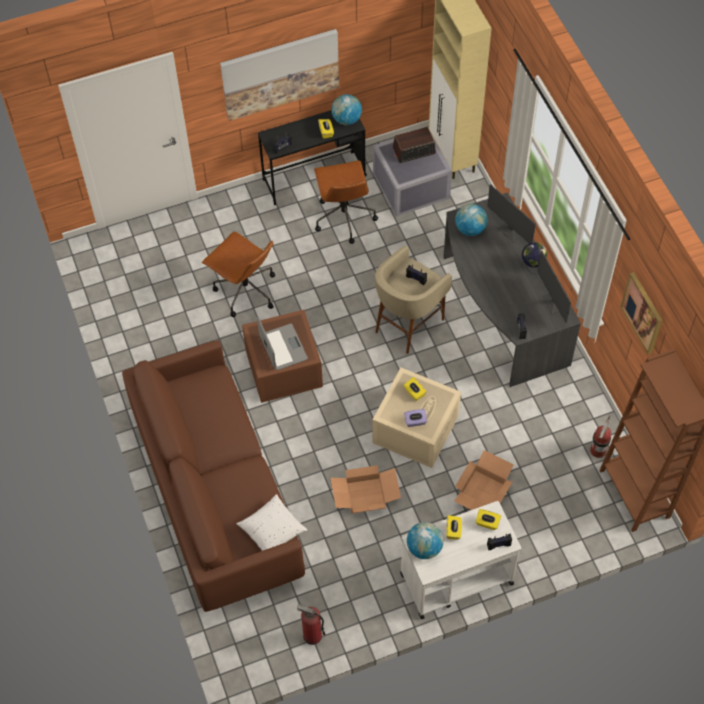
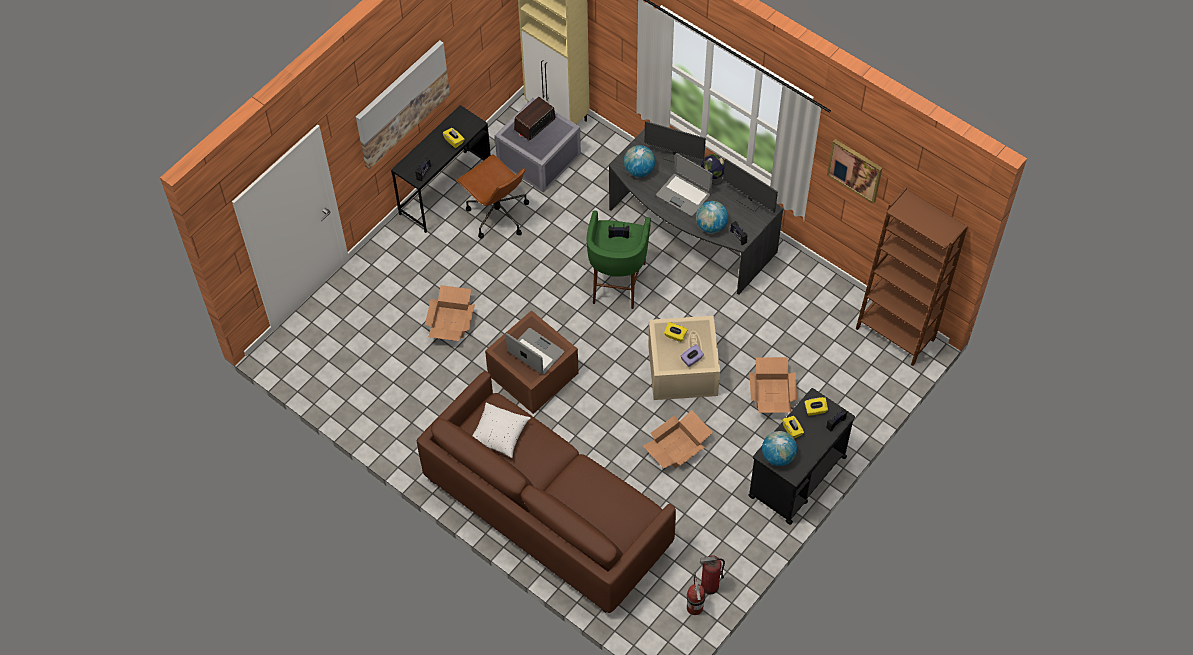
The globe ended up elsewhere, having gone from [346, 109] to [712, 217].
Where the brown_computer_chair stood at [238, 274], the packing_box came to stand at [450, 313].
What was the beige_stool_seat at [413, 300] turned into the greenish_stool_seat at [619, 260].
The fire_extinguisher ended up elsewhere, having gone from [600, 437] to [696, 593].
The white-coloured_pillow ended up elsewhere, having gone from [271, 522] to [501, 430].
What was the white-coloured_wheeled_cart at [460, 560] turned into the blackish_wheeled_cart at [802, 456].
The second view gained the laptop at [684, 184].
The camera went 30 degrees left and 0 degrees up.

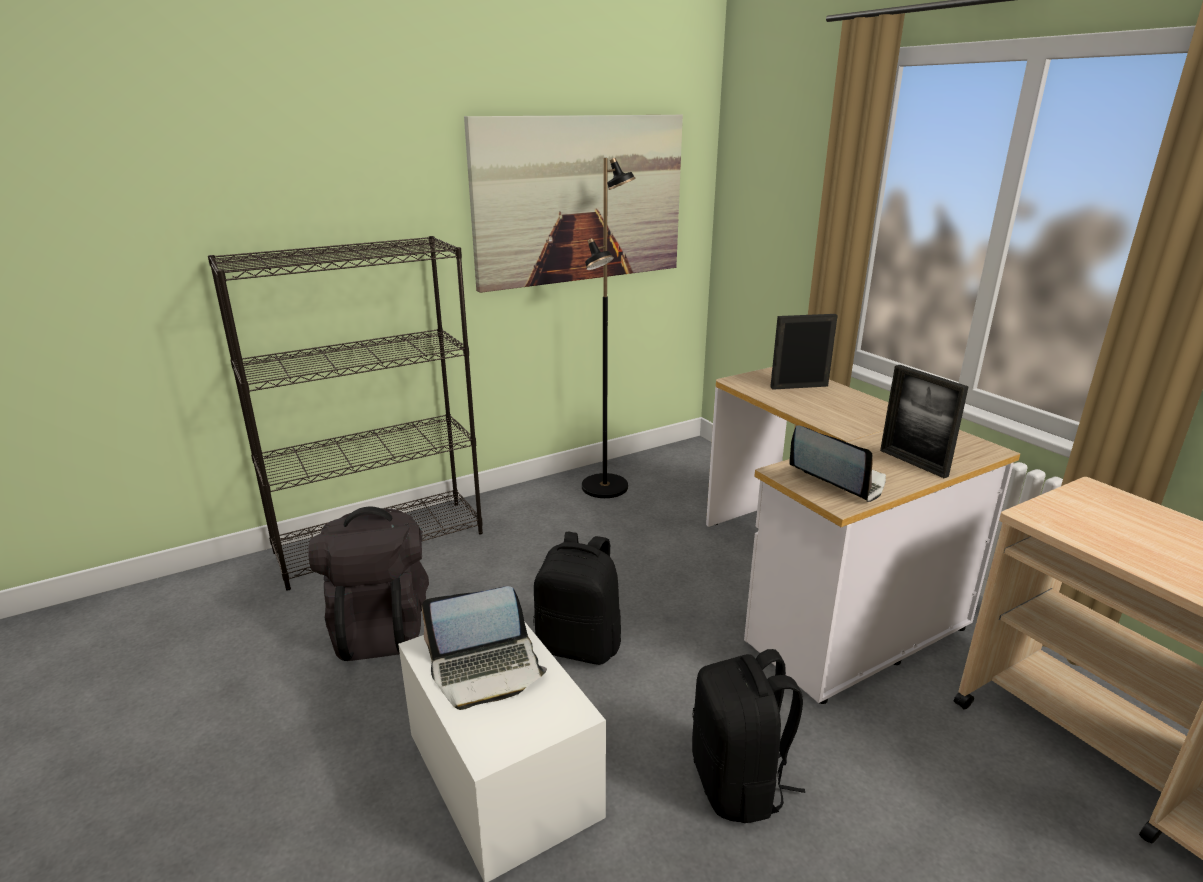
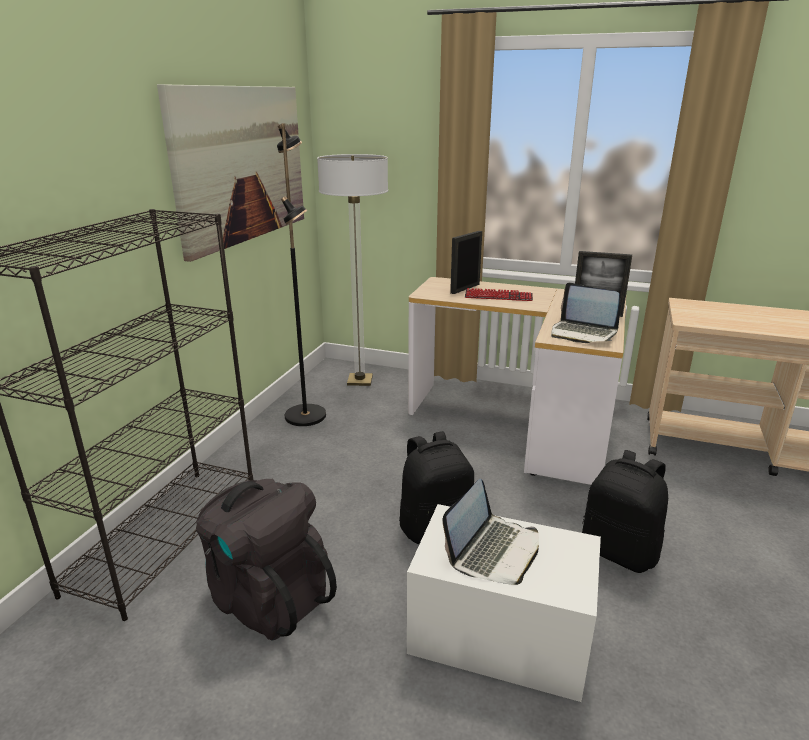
The laptop at [837, 463] ended up facing another way, 150 degrees counterclockwise from before.
The second view gained the standing_lamp at [352, 270].
The second view gained the PC_keyboard at [499, 294].
The camera went 40 degrees left and 0 degrees up.

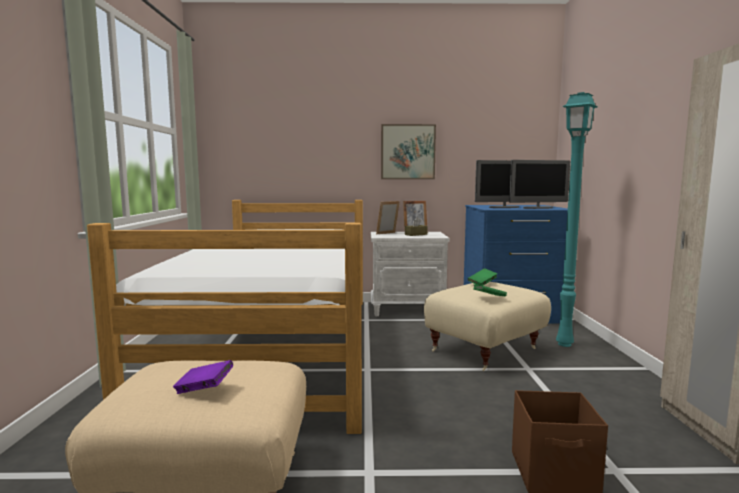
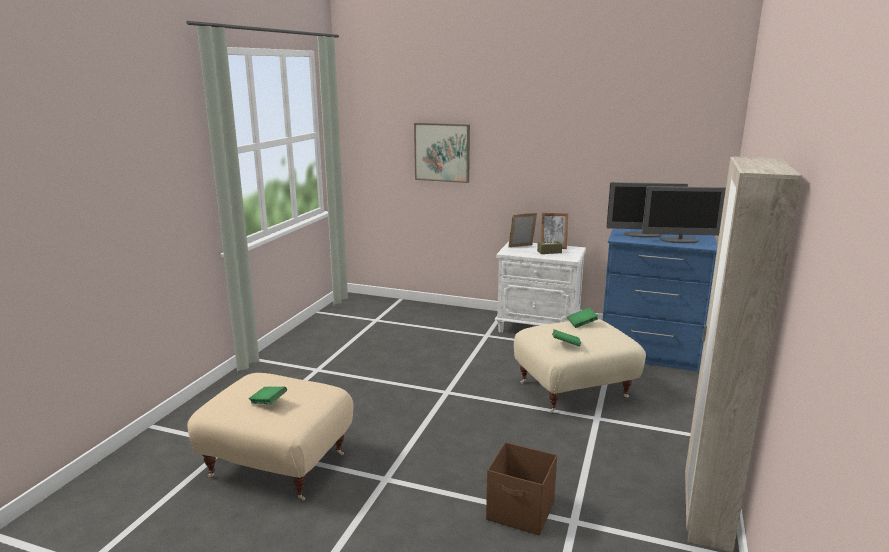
The second view lost the blue-green_standing_lamp at [577, 219].
The wall_art ended up elsewhere, having gone from [408, 151] to [442, 153].
The second view lost the sleeping_bed at [225, 317].
What was the purplish_volume at [203, 377] turned into the greenish_volume at [268, 395].
The camera went 20 degrees right and 10 degrees up.

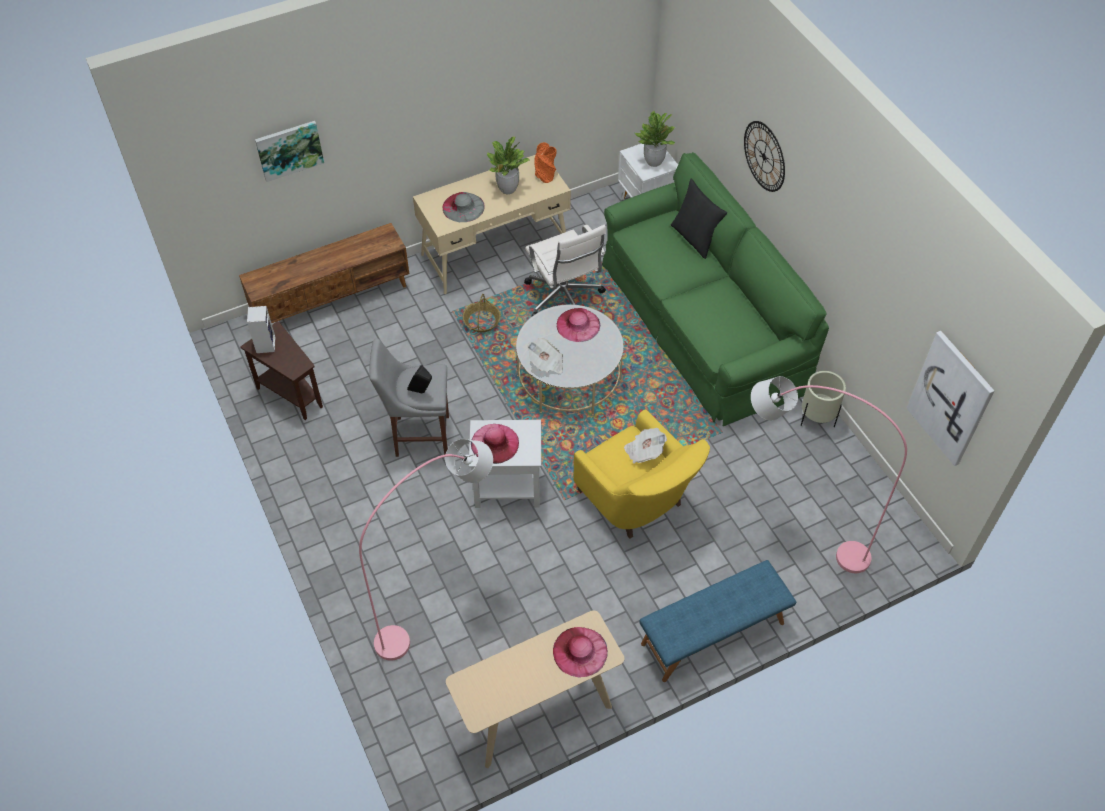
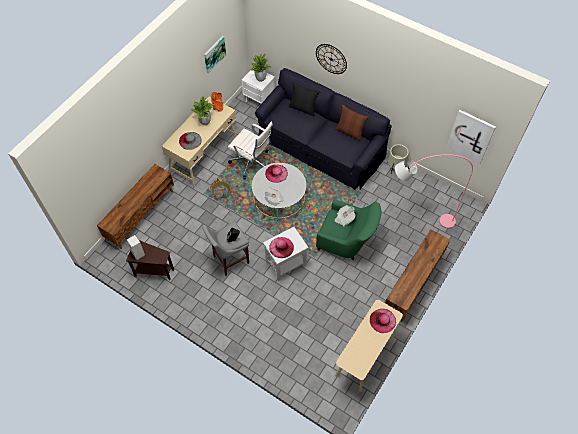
The wall_art ended up elsewhere, having gone from [289, 151] to [215, 55].
What was the greenish_settee at [715, 289] turned into the blackish_settee at [323, 129].
What was the yellowish_lounge_chair at [642, 474] turned into the greenish_lounge_chair at [348, 229].
The second view lost the pink_standing_lamp at [426, 550].
Where the blue_long_seat stood at [718, 621], the brown_tv_stand came to stand at [418, 275].
The second view gained the brown_pillow at [352, 123].
The camera went 30 degrees left and 5 degrees up.

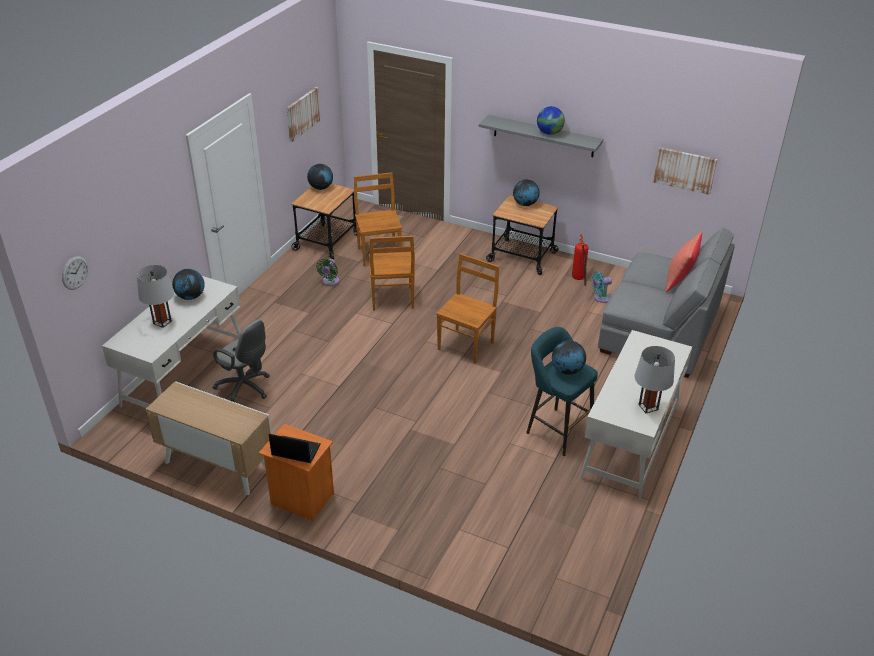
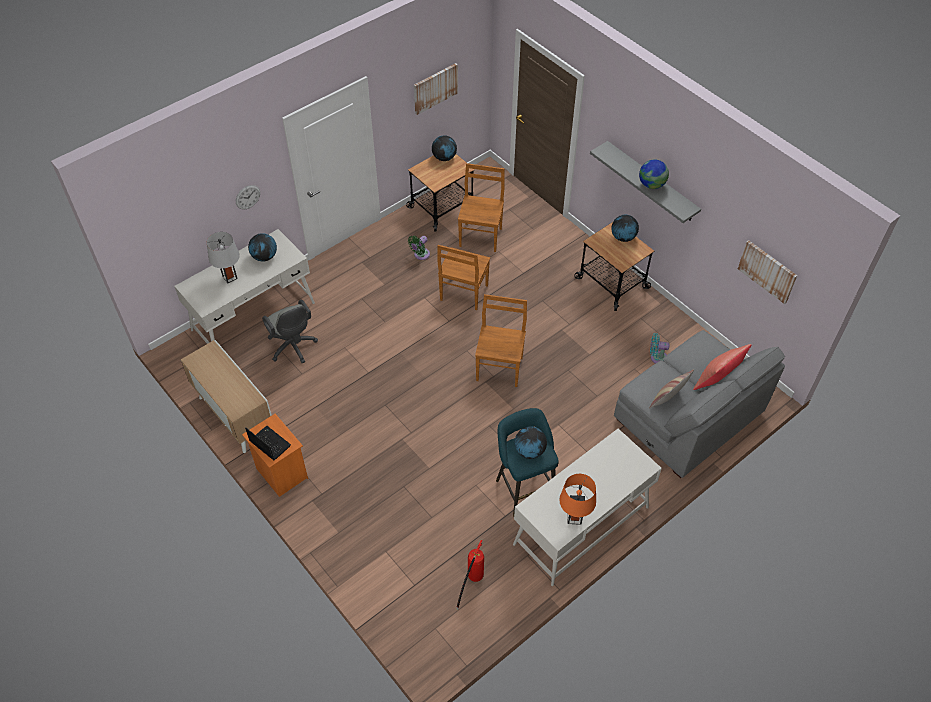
The fire_extinguisher ended up elsewhere, having gone from [580, 261] to [470, 575].
The brown_chair at [467, 309] ended up facing another way, 45 degrees counterclockwise from before.
The wall_clock ended up elsewhere, having gone from [75, 273] to [248, 197].
What was the grey_lamp_for_a_table at [655, 379] turned into the orange-coloured_lamp_for_a_table at [577, 499].
The second view gained the pillow at [671, 389].
The camera went 25 degrees right and 15 degrees up.

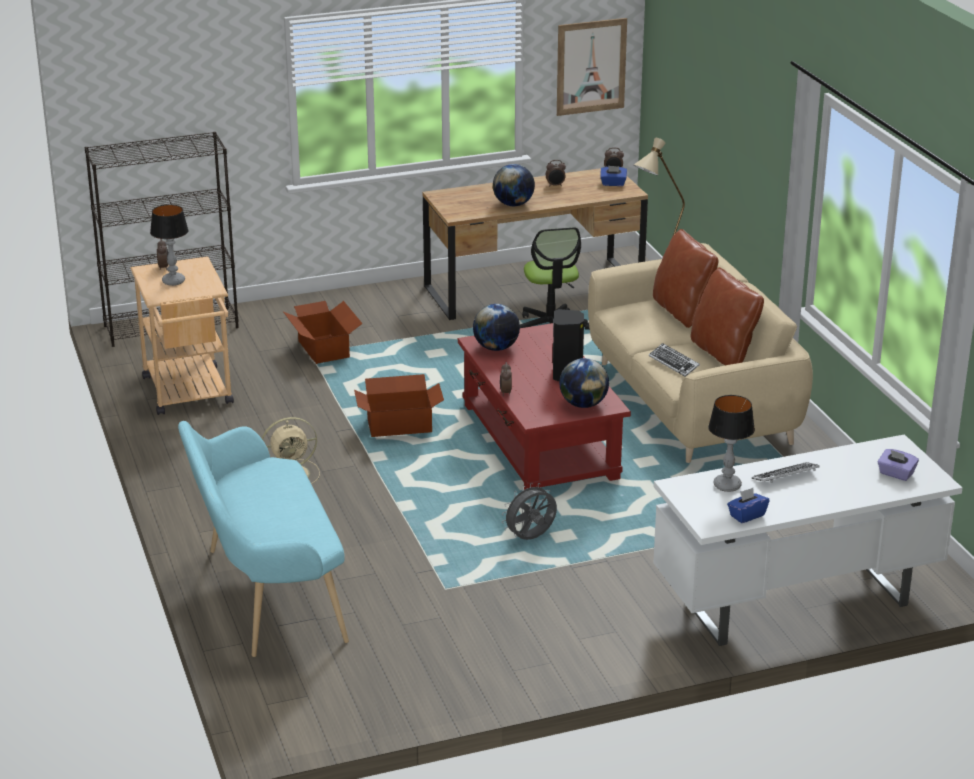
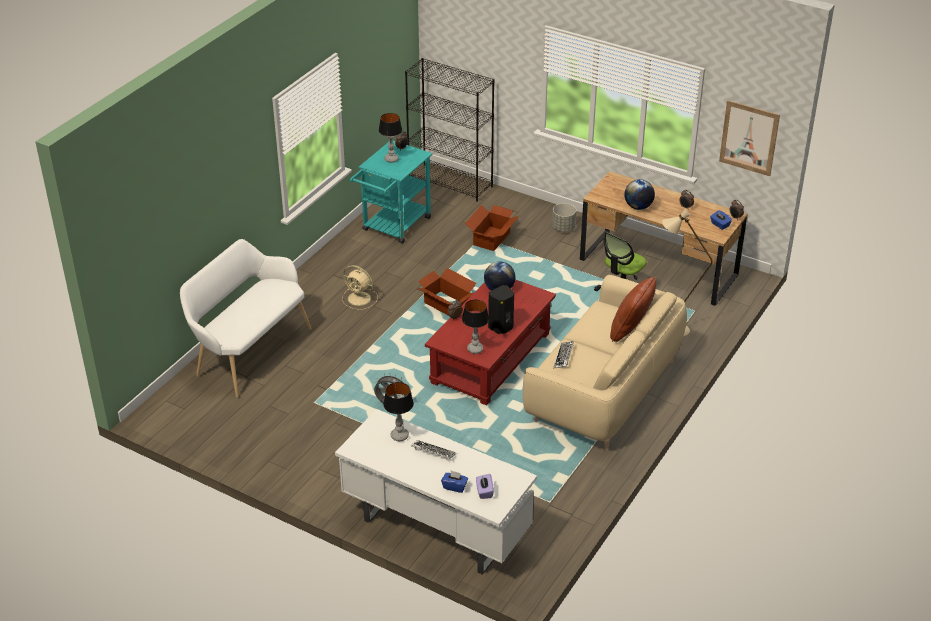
What was the beige_wheeled_cart at [182, 335] turned into the blue-green_wheeled_cart at [391, 192].
The second view lost the brown_pillow at [727, 316].
Where the globe stood at [584, 383], the lamp_for_a_table came to stand at [475, 326].
What was the blue-green_long_seat at [263, 539] turned into the white-coloured_long_seat at [246, 318].
The blue_box_of_tissues ended up elsewhere, having gone from [748, 505] to [454, 482].
The second view gained the grey_flower_pot at [564, 217].
The camera went 50 degrees right and 10 degrees up.

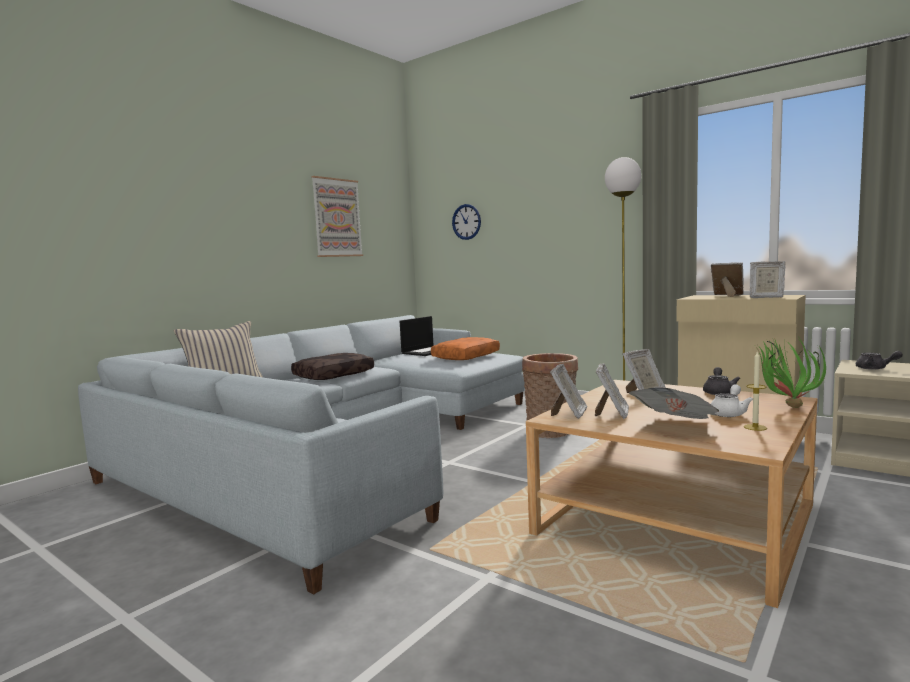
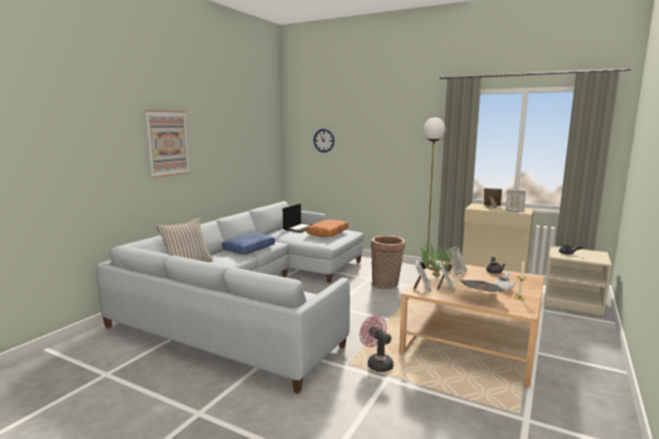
The wall_art ended up elsewhere, having gone from [337, 216] to [167, 144].
The houseplant ended up elsewhere, having gone from [790, 373] to [435, 259].
What was the brown_pillow at [332, 366] turned into the blue_pillow at [248, 243].
The second view gained the pink_electric_fan at [376, 343].
The camera went 10 degrees left and 5 degrees up.

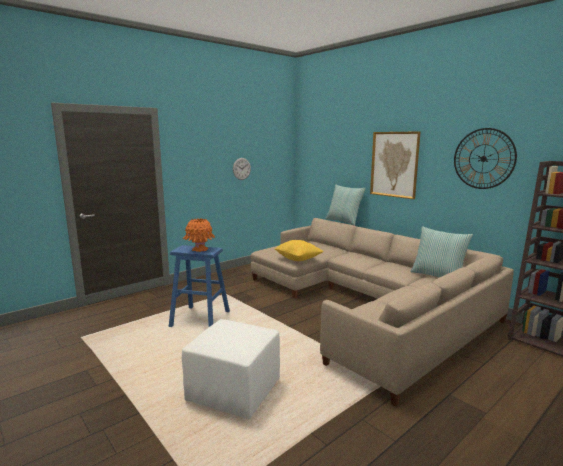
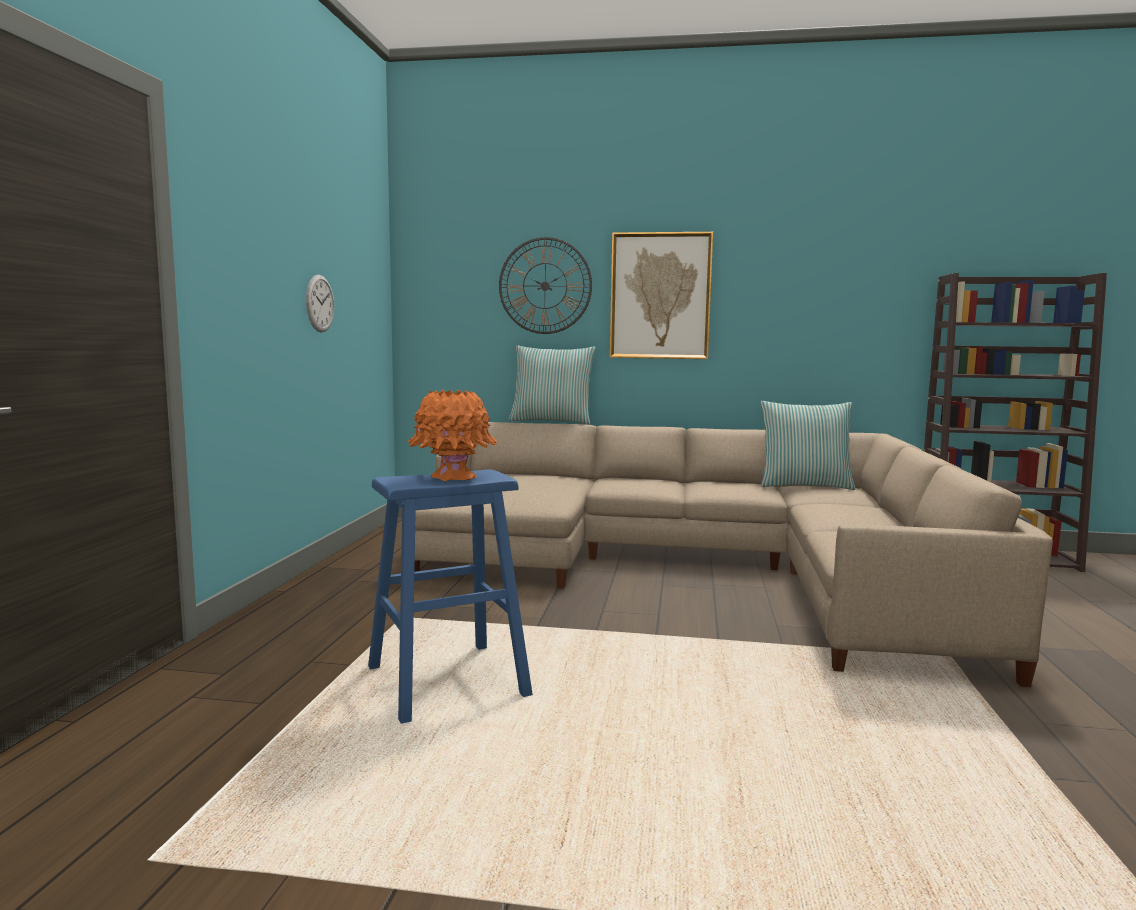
The wall_clock ended up elsewhere, having gone from [485, 158] to [545, 285].
The second view lost the yellowish_pillow at [299, 250].
The second view lost the white-coloured_ottoman at [231, 369].
The camera went 40 degrees left and 5 degrees down.

